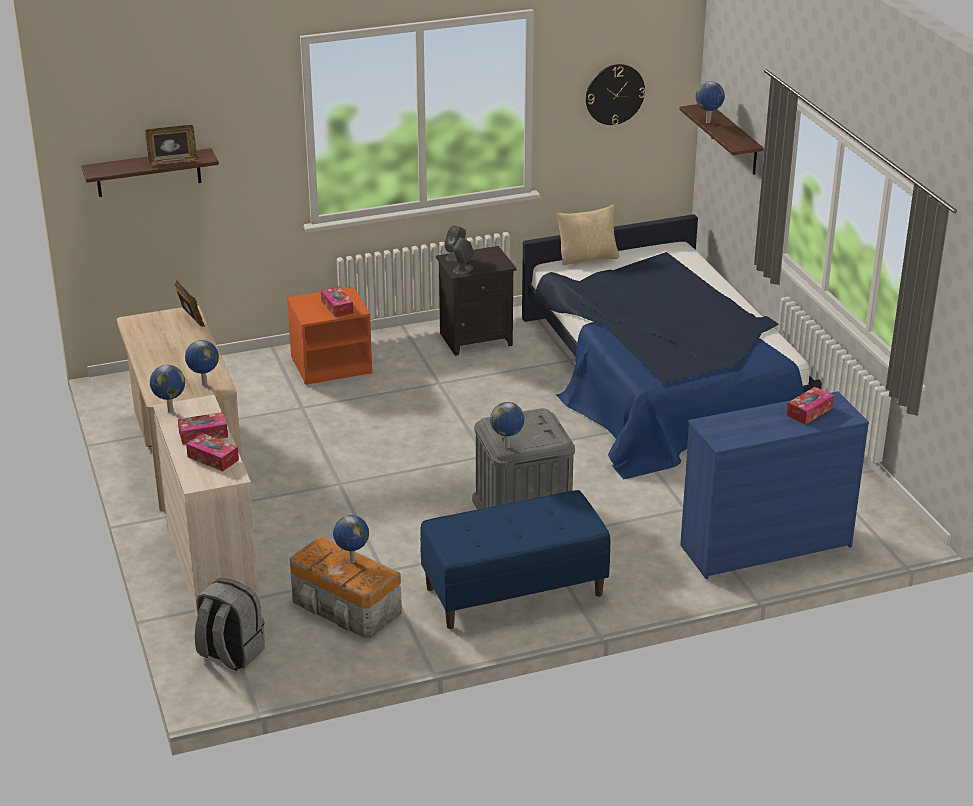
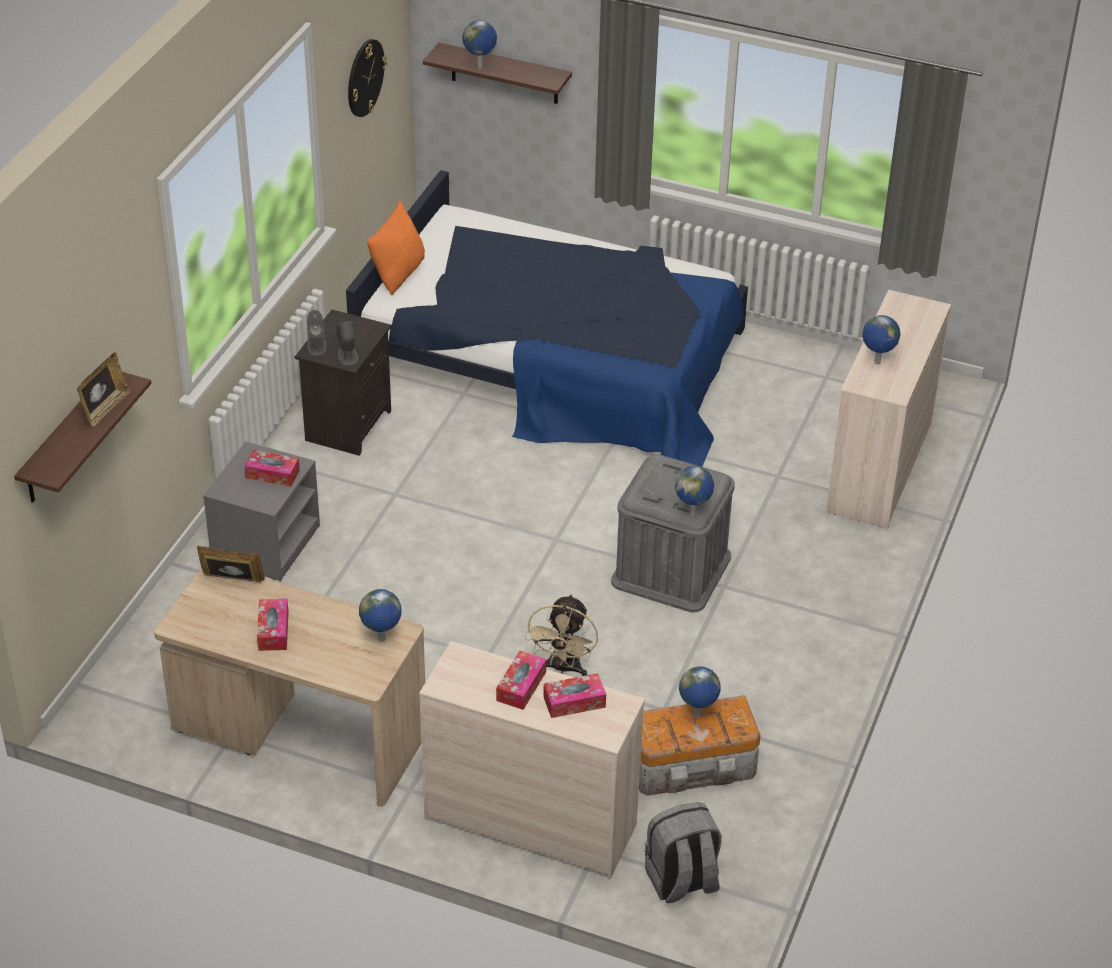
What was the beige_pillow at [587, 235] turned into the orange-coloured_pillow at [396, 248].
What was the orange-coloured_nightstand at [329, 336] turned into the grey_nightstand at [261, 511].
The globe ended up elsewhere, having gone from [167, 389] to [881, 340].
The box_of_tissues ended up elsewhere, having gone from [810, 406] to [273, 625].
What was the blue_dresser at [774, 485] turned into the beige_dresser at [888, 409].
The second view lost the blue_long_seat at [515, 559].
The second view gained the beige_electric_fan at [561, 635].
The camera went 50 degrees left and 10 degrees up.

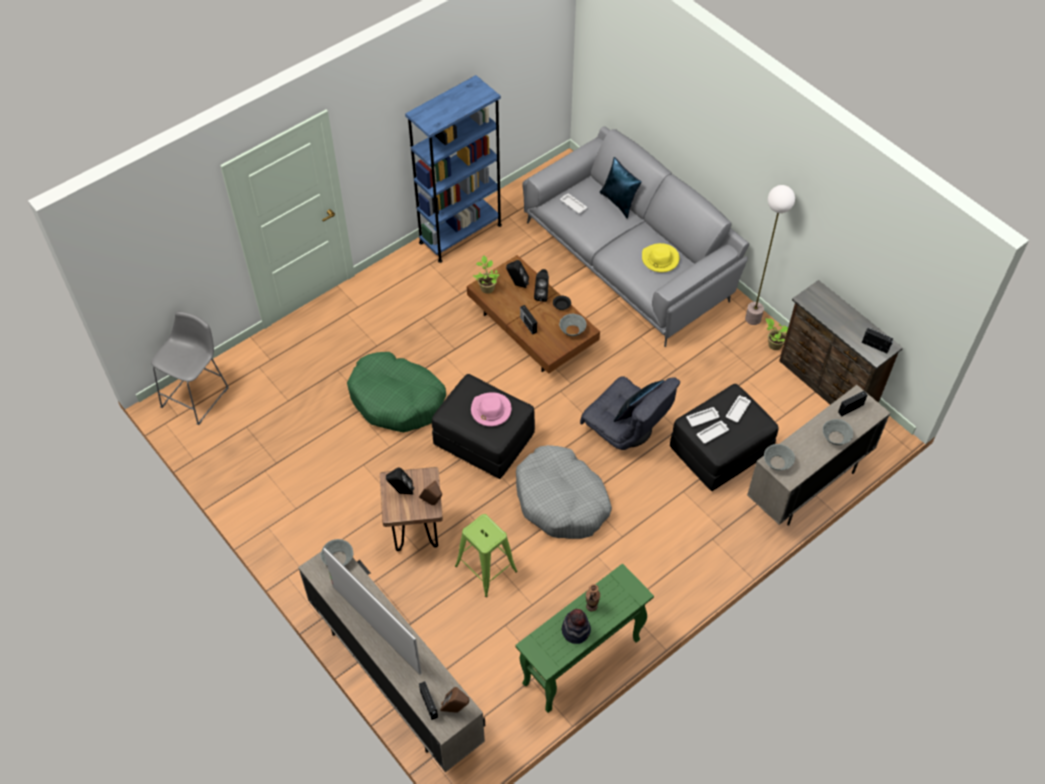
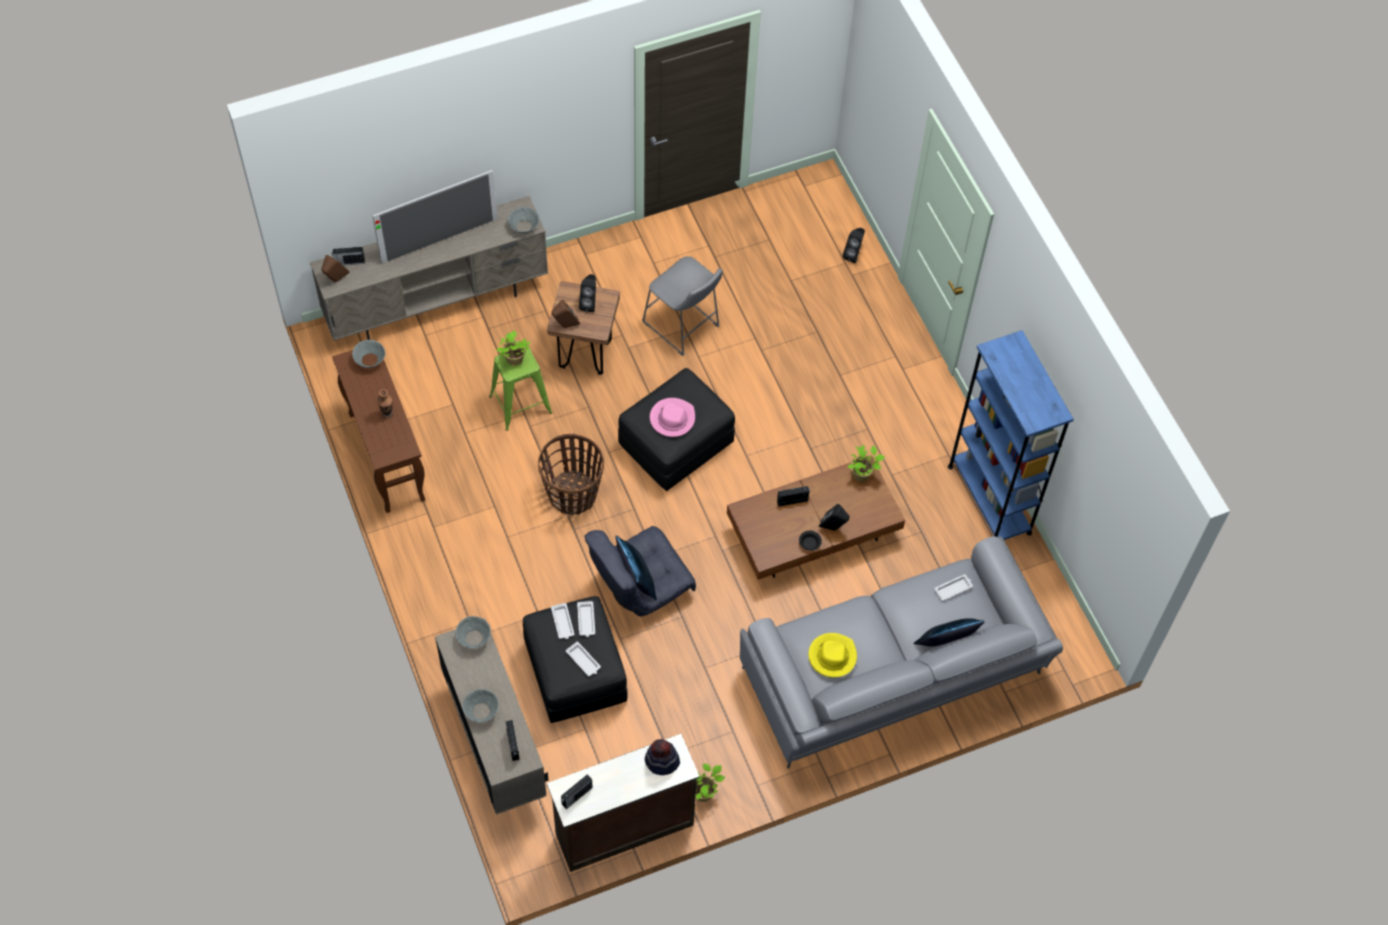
The second view lost the standing_lamp at [770, 255].
The blackish_loudspeaker ended up elsewhere, having gone from [517, 274] to [854, 245].
The grey_stool_seat ended up elsewhere, having gone from [190, 368] to [682, 306].
The grey_serving_bowl ended up elsewhere, having gone from [573, 325] to [368, 354].
The second view lost the greenish_pet_bed at [396, 392].
Where the grey_pet_bed stood at [564, 492], the storage_basket came to stand at [571, 474].
What was the greenish_console_table at [584, 638] turned into the brown_console_table at [379, 431].
The wearable_hat ended up elsewhere, having gone from [576, 626] to [662, 757].
The second view gained the houseplant at [513, 347].
The camera went 105 degrees right and 5 degrees up.

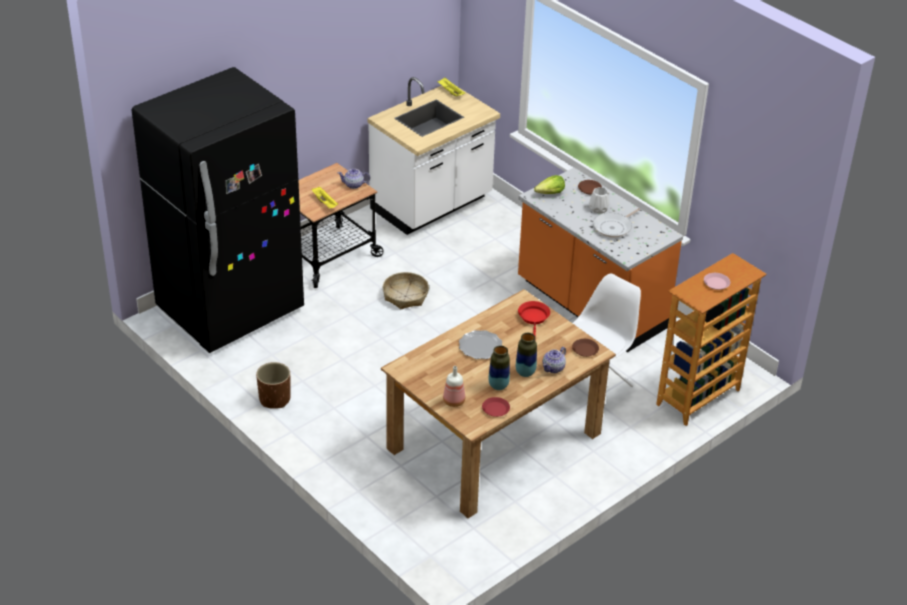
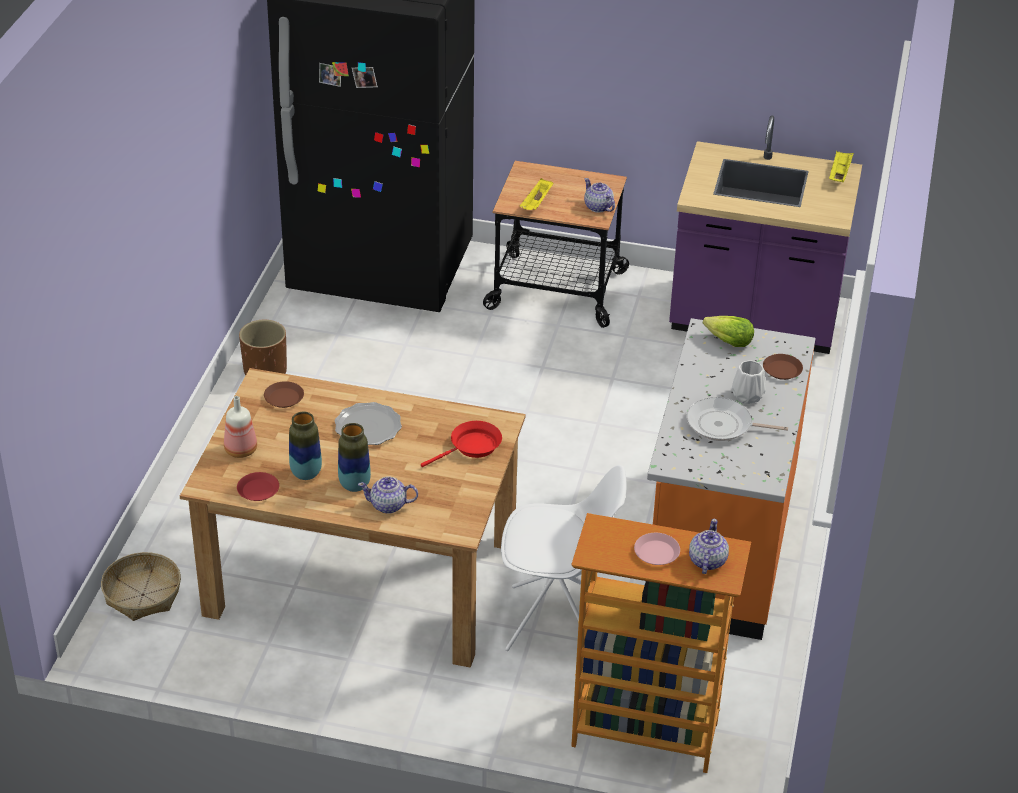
What was the white-coloured_kitchen_counter at [434, 156] turned into the purplish_kitchen_counter at [765, 234].
The storage_basket ended up elsewhere, having gone from [406, 290] to [141, 586].
The brown_dinner_plate ended up elsewhere, having gone from [585, 348] to [284, 394].
The second view gained the teapot at [709, 546].
The camera went 55 degrees right and 0 degrees up.

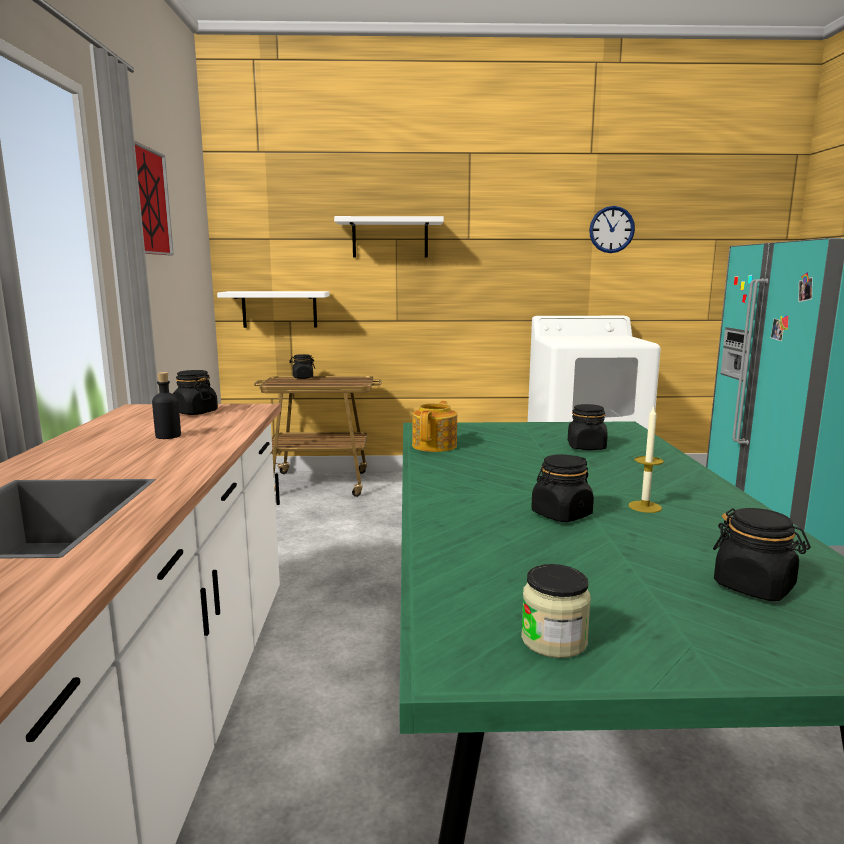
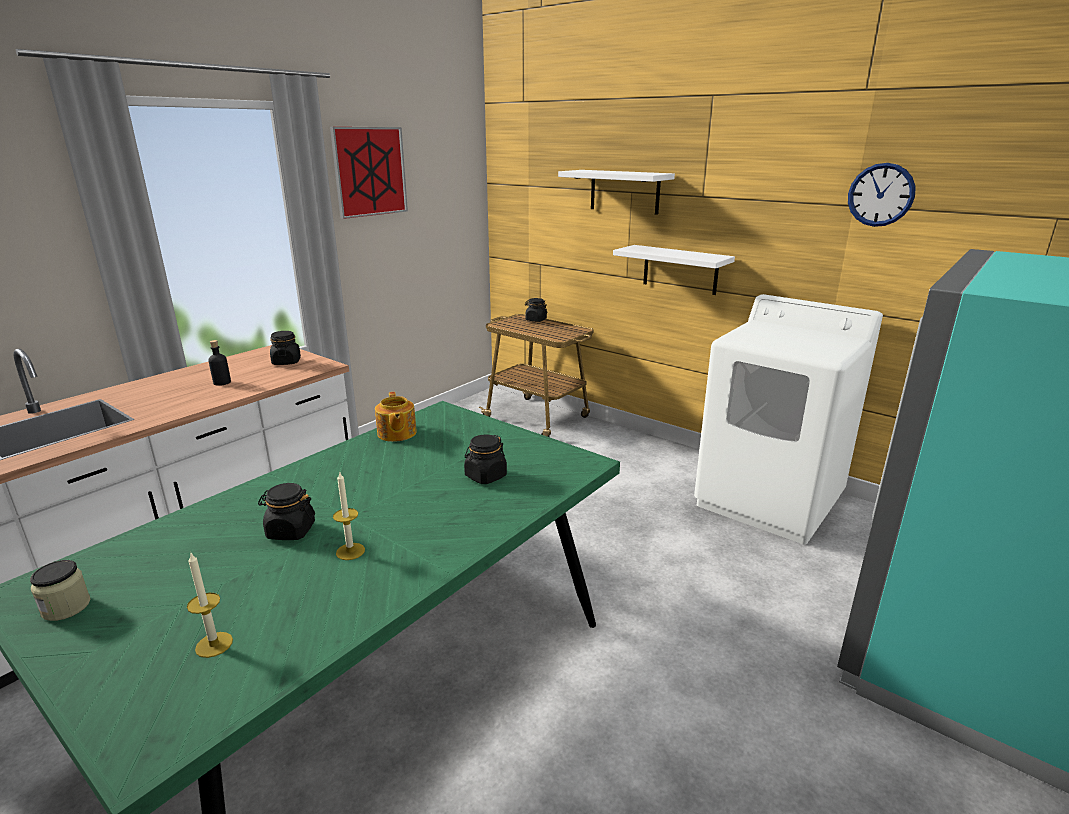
The white-coloured_wall_shelf ended up elsewhere, having gone from [273, 309] to [674, 270].
The teapot at [434, 426] ended up facing another way, 105 degrees clockwise from before.
Where the blackish_storage_jar stood at [761, 554], the wax_candle came to stand at [210, 605].
The camera went 40 degrees right and 10 degrees up.

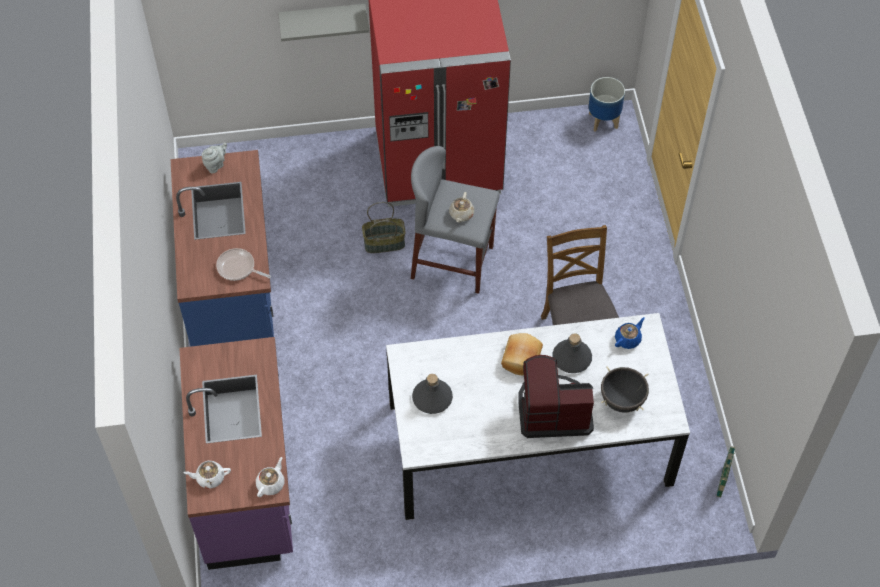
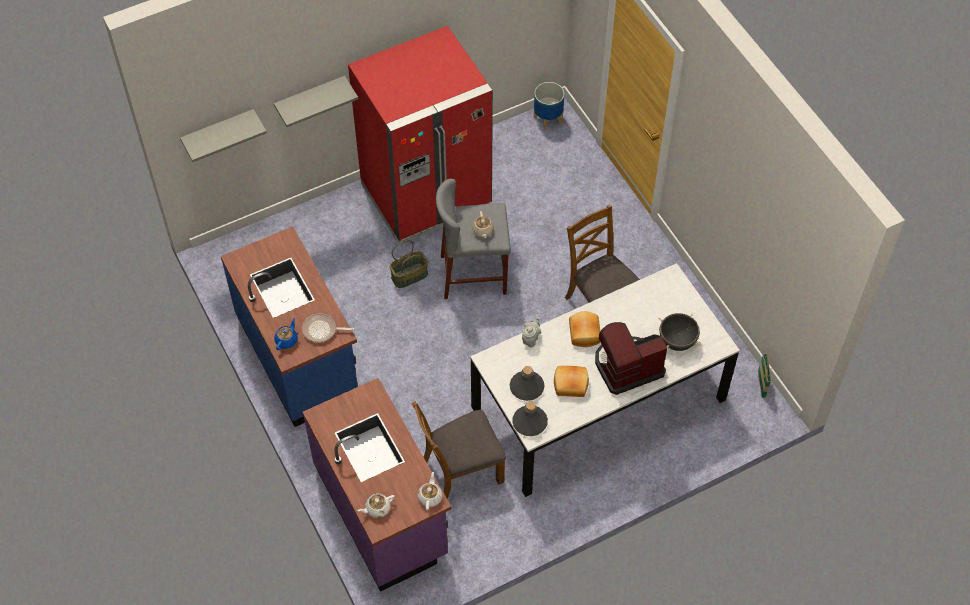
The grey_teapot ended up elsewhere, having gone from [214, 158] to [531, 332].
The blue_teapot ended up elsewhere, having gone from [630, 333] to [286, 334].
The grey_drink_bottle ended up elsewhere, having gone from [572, 353] to [530, 418].
The second view gained the grey_wall_shelf at [223, 135].
The second view gained the bakery_bread at [571, 381].
The second view gained the brown_chair at [459, 450].
The camera went 20 degrees left and 0 degrees up.

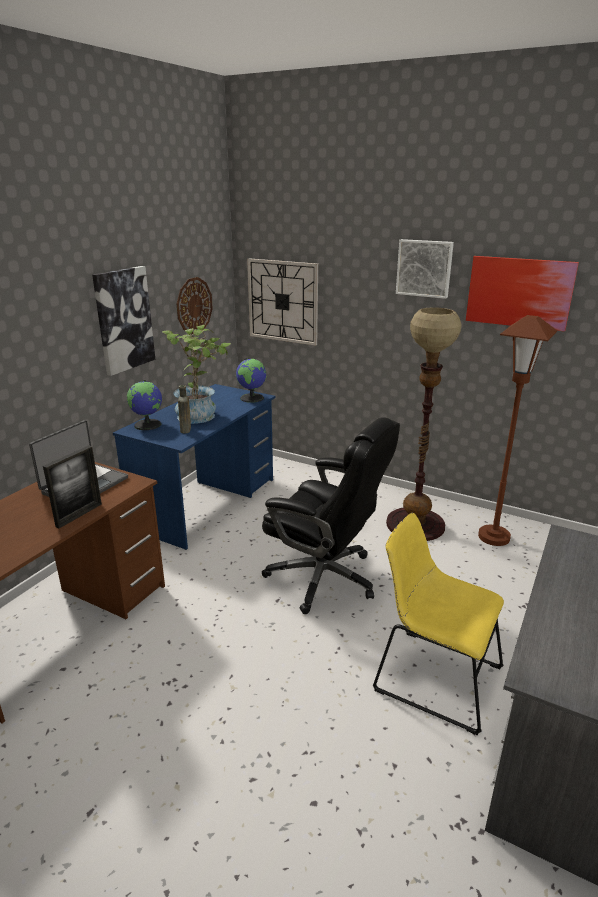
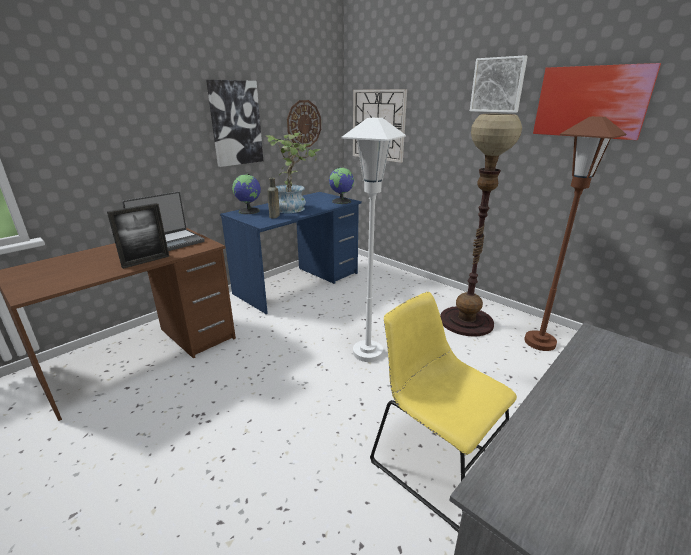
Where the blackish_computer_chair stood at [331, 515], the white-coloured_standing_lamp came to stand at [373, 240].
The camera went 15 degrees right and 0 degrees up.

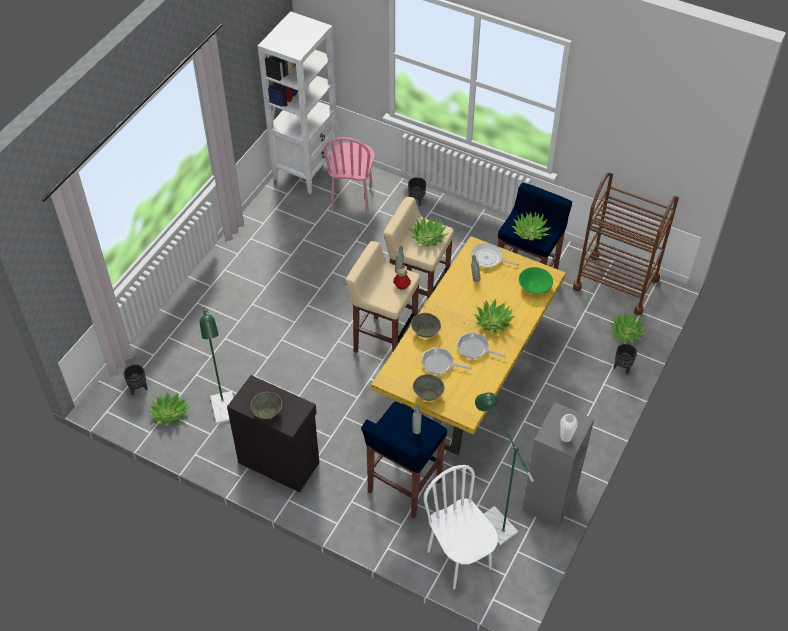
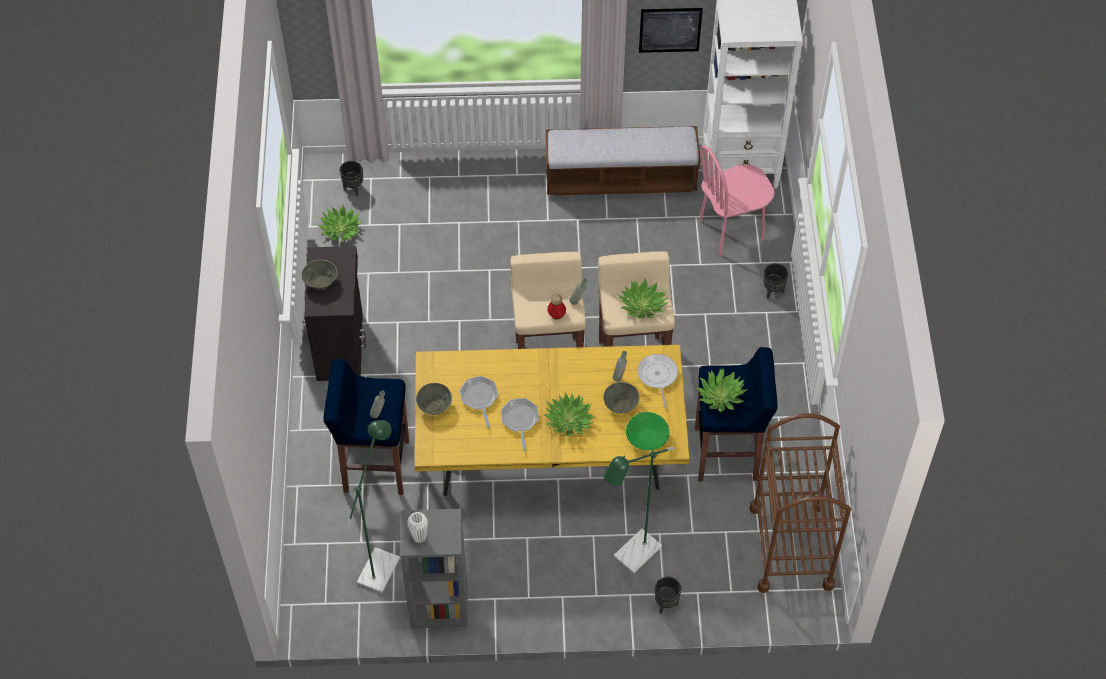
The greenish_standing_lamp ended up elsewhere, having gone from [216, 364] to [639, 510].
The second view lost the houseplant at [628, 327].
The grey_serving_bowl ended up elsewhere, having gone from [426, 325] to [621, 398].
The second view lost the white-coloured_chair at [460, 527].
The second view gained the wall_art at [671, 30].
The second view gained the long_seat at [623, 161].
The camera went 60 degrees right and 5 degrees up.

